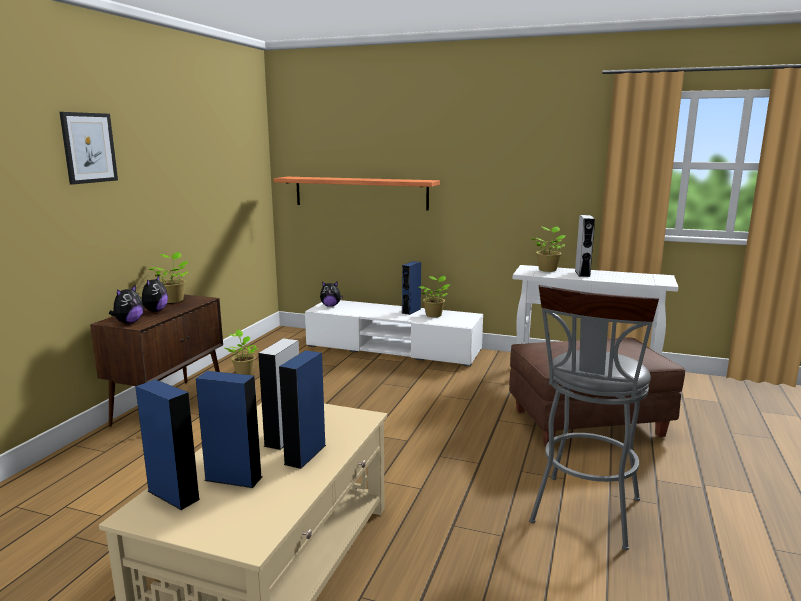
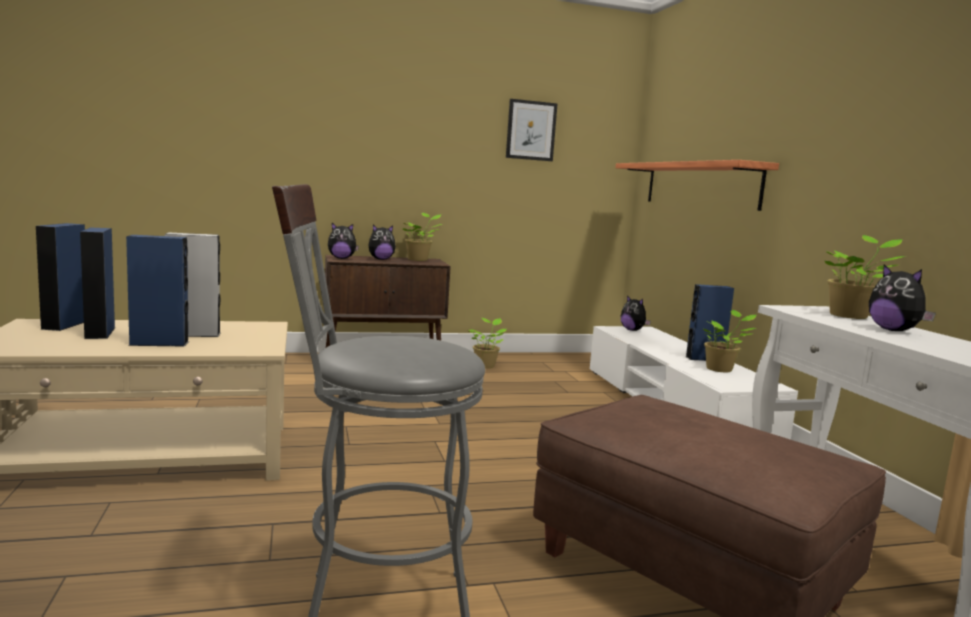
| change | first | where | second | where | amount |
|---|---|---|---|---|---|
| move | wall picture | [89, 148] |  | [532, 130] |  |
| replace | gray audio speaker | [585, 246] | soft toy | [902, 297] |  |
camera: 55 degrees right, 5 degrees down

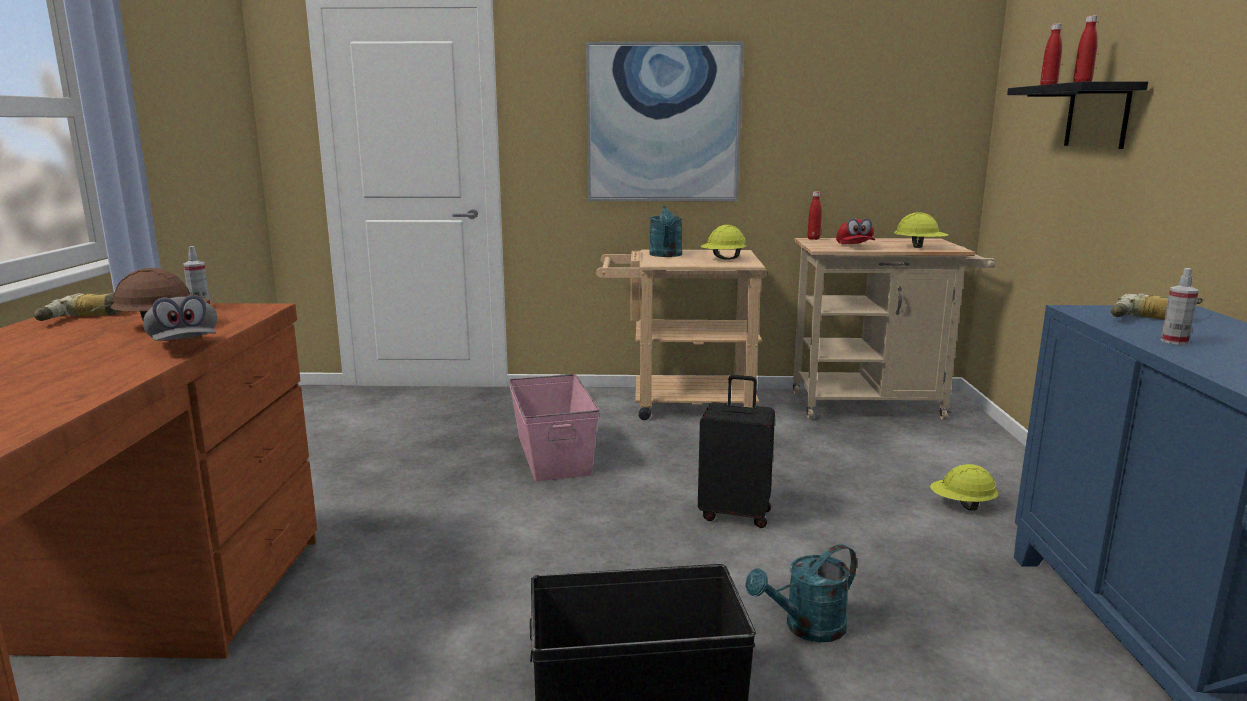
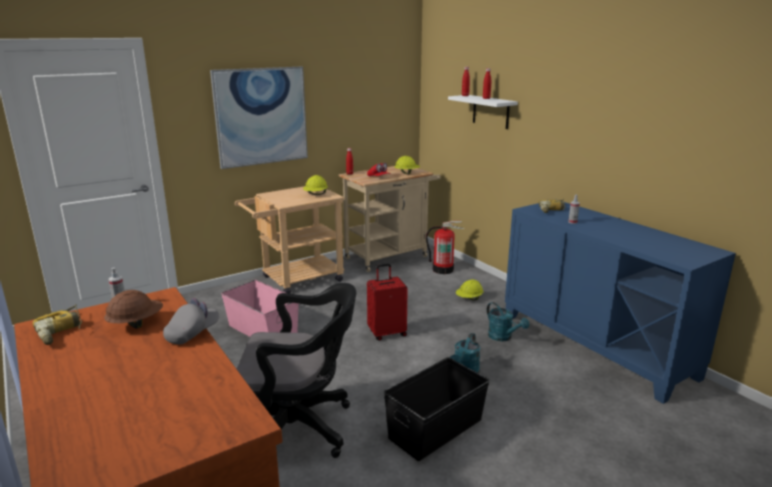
| change | first | where | second | where | amount |
|---|---|---|---|---|---|
| insert |  |  | black-coloured computer chair | [296, 370] |  |
| insert |  |  | fire-fighting cylinder | [445, 247] |  |
| move | blue-green sprinkling can | [665, 231] |  | [508, 321] |  |
| recolor | black-coloured suitcase | [736, 451] | reddish suitcase | [387, 302] |  |
| recolor | black-coloured wall shelf | [1077, 115] | white wall shelf | [483, 112] |  |
| rotate | gray baseball cap | [180, 318] |  | [191, 321] | 75 degrees counterclockwise |
camera: 35 degrees left, 5 degrees up

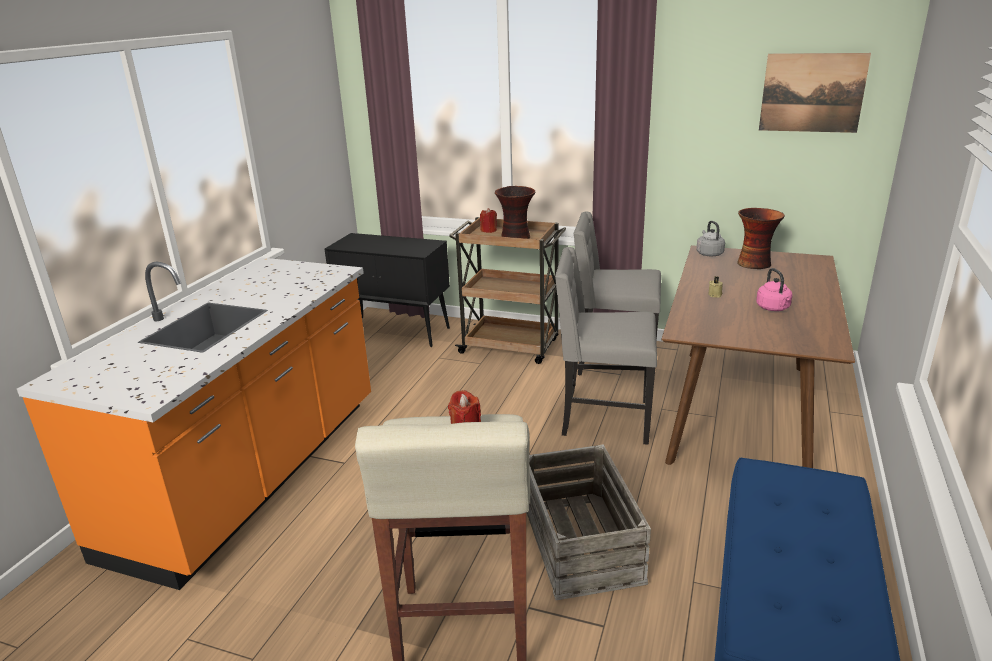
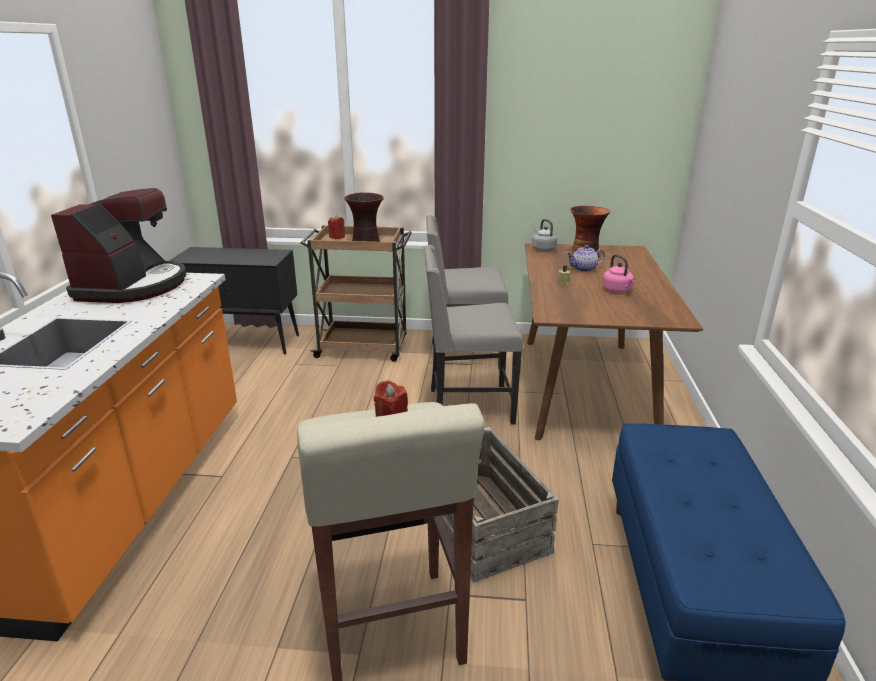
| change | first | where | second | where | amount |
|---|---|---|---|---|---|
| delete | wall picture | [815, 93] |  |  |  |
| insert |  |  | coffee machine | [119, 245] |  |
| insert |  |  | tea pot | [585, 258] |  |
camera: 15 degrees left, 0 degrees up

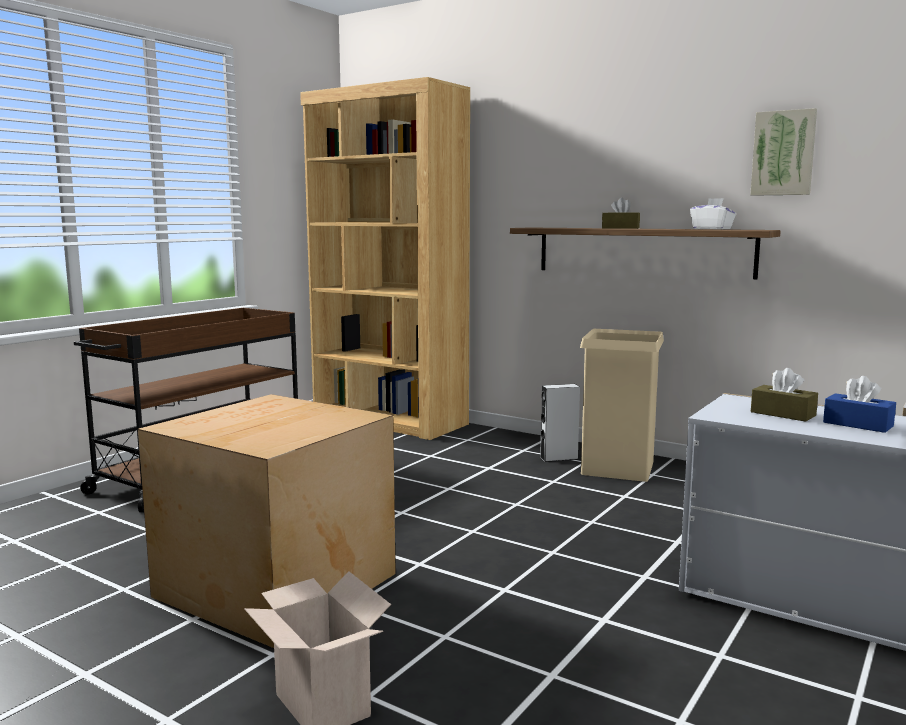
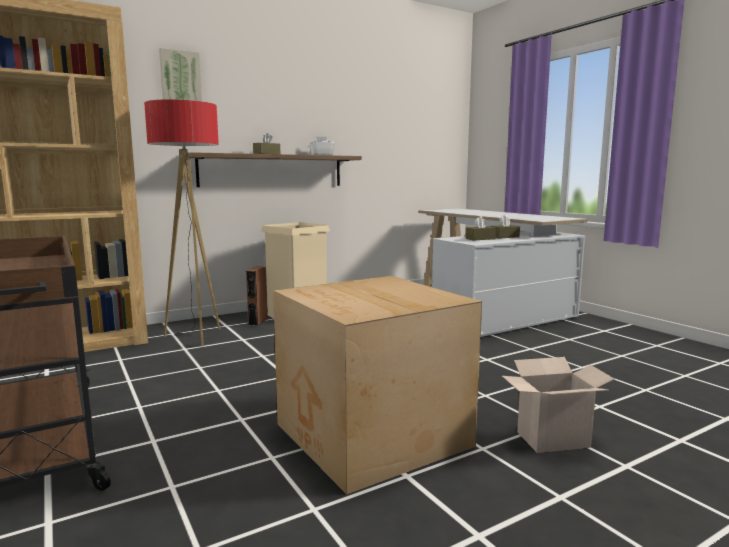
| change | first | where | second | where | amount |
|---|---|---|---|---|---|
| insert |  |  | standing lamp | [182, 222] |  |
| move | wall picture | [783, 152] |  | [180, 74] |  |
| recolor | gray audio speaker | [560, 423] | brown-coloured audio speaker | [257, 296] |  |
| recolor | blue tissue box | [859, 404] | brown-coloured tissue box | [505, 227] |  |
camera: 65 degrees left, 0 degrees up

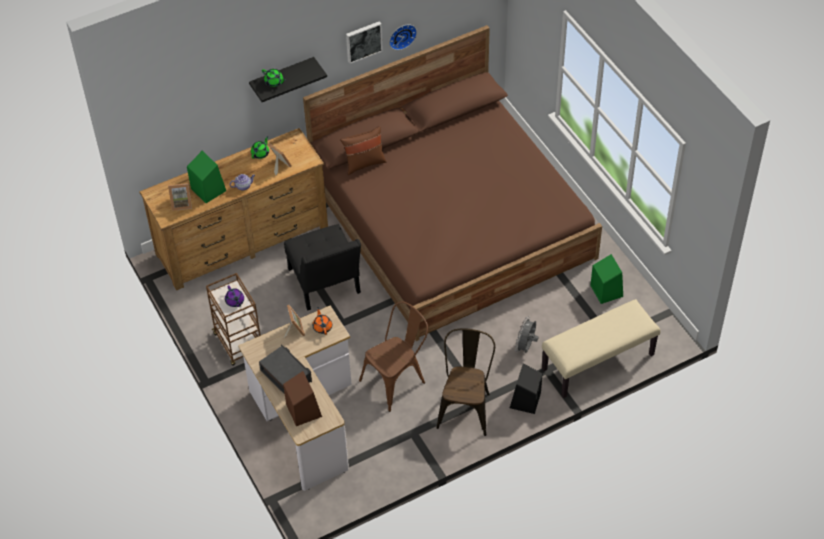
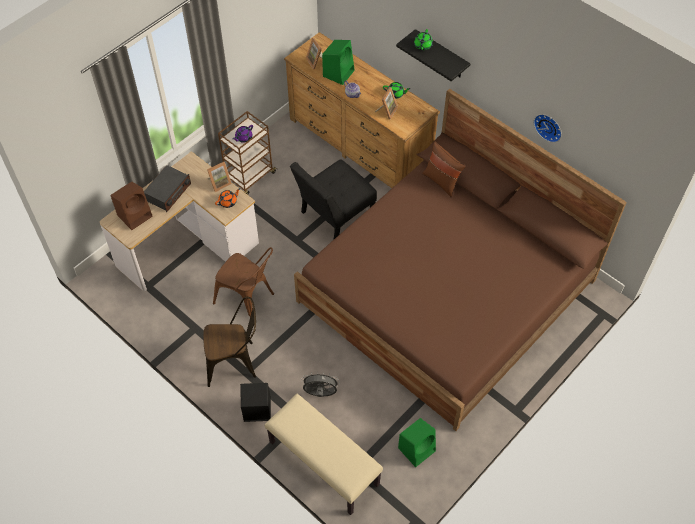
| change | first | where | second | where | amount |
|---|---|---|---|---|---|
| delete | wall picture | [364, 42] |  |  |  |
camera: 70 degrees right, 5 degrees up

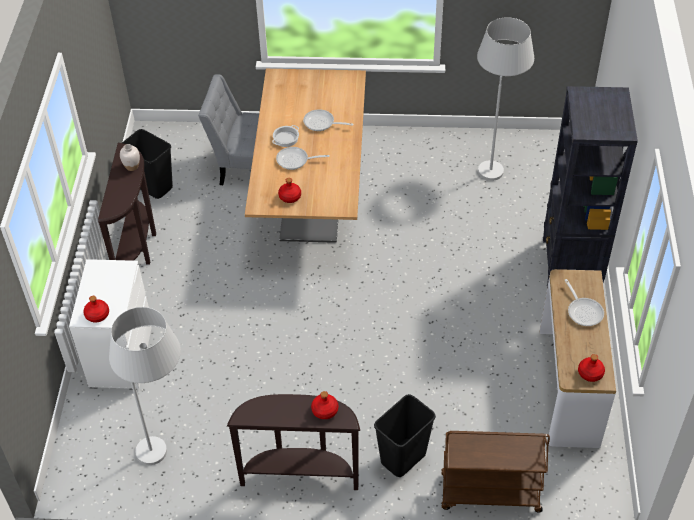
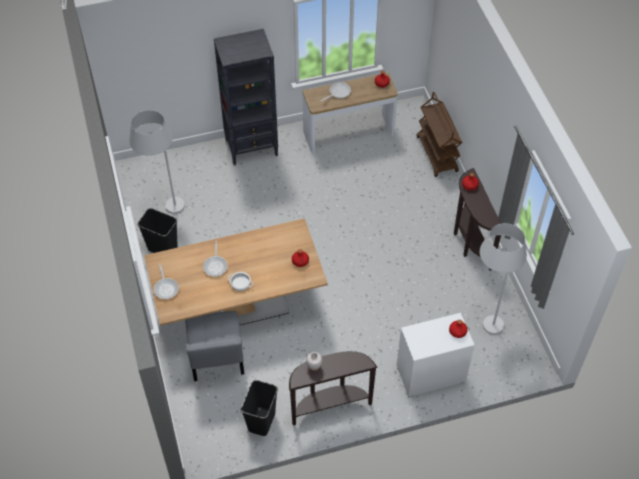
| change | first | where | second | where | amount |
|---|---|---|---|---|---|
| move | skillet | [302, 158] |  | [166, 281] |  |
| move | black-coloured waste bin | [405, 435] |  | [158, 230] |  |
camera: 110 degrees left, 5 degrees up

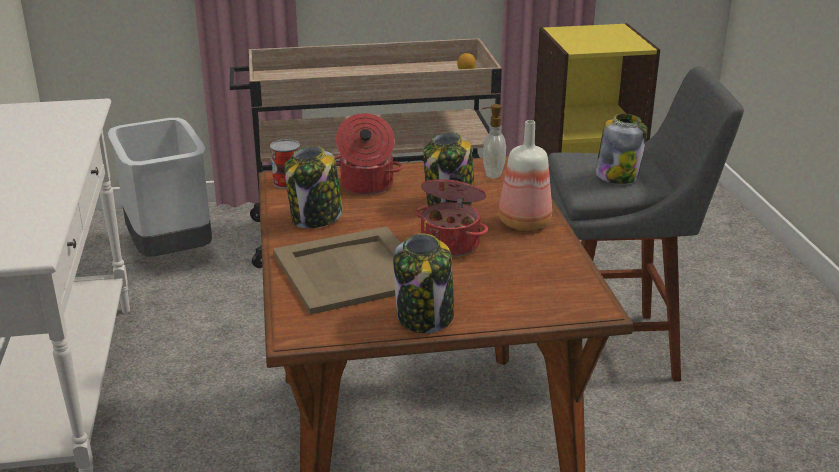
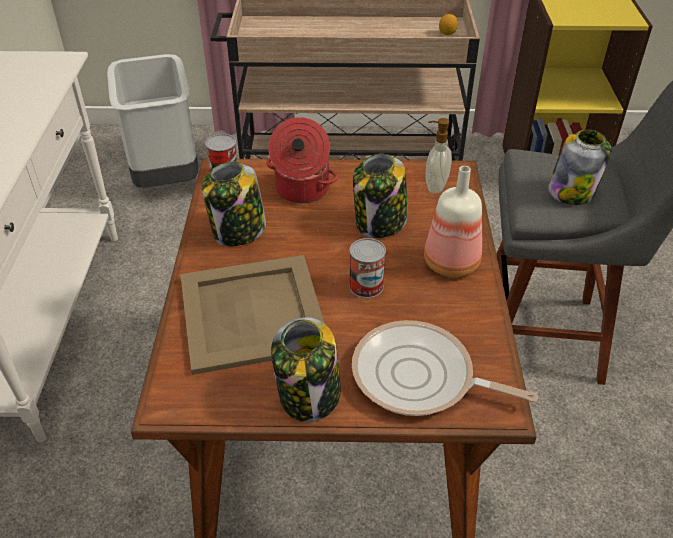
| change | first | where | second | where | amount |
|---|---|---|---|---|---|
| insert |  |  | skillet | [445, 368] |  |
| replace | saucepot | [451, 215] | metal can | [367, 268] |  |
camera: 10 degrees right, 15 degrees up

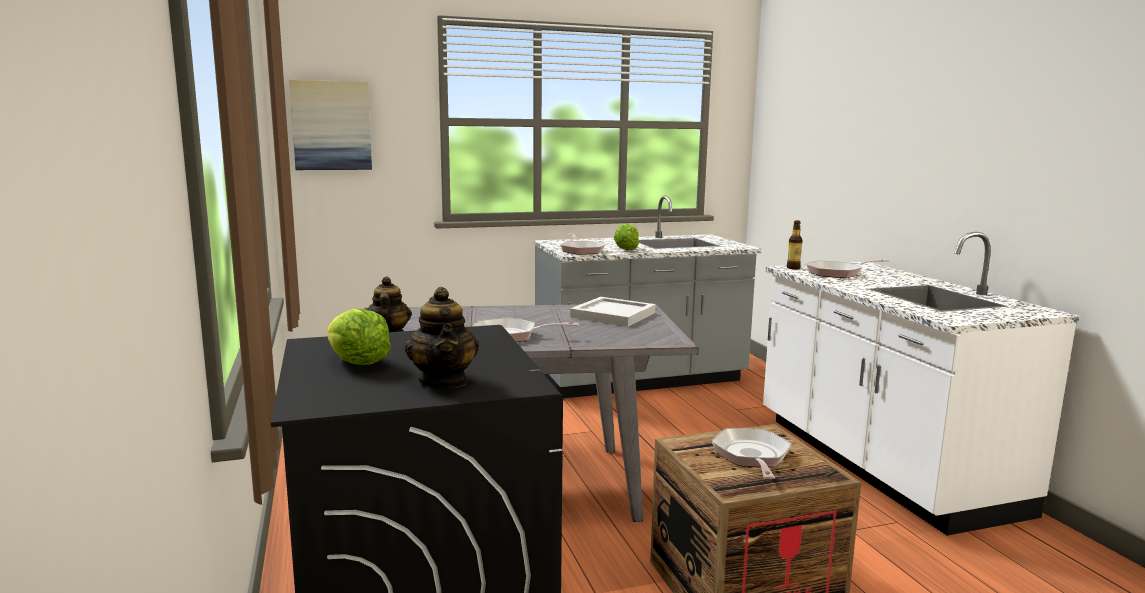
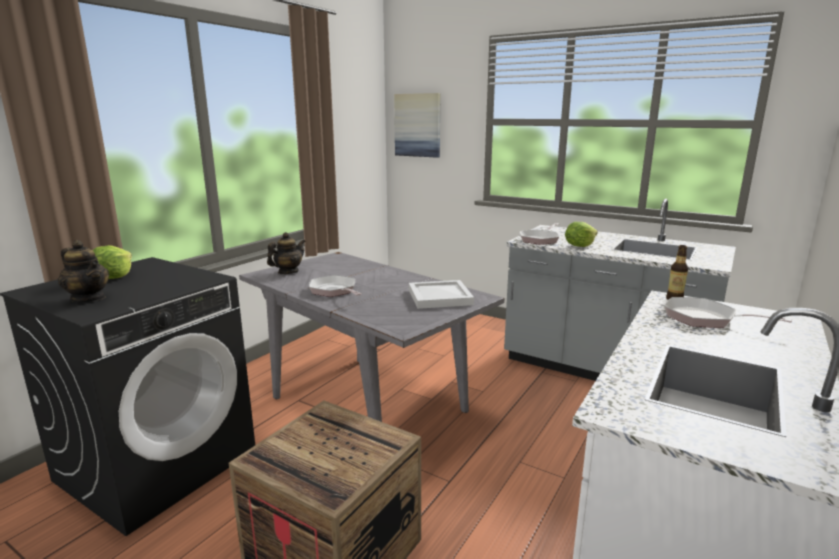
| change | first | where | second | where | amount |
|---|---|---|---|---|---|
| delete | skillet | [752, 453] |  |  |  |
| rotate | tea pot | [442, 338] |  | [83, 271] | 90 degrees counterclockwise |
camera: 50 degrees right, 5 degrees up

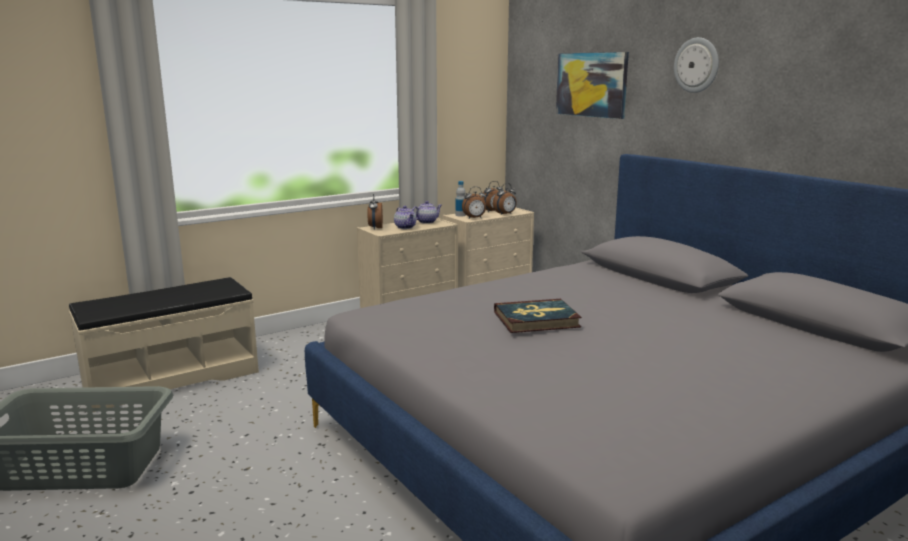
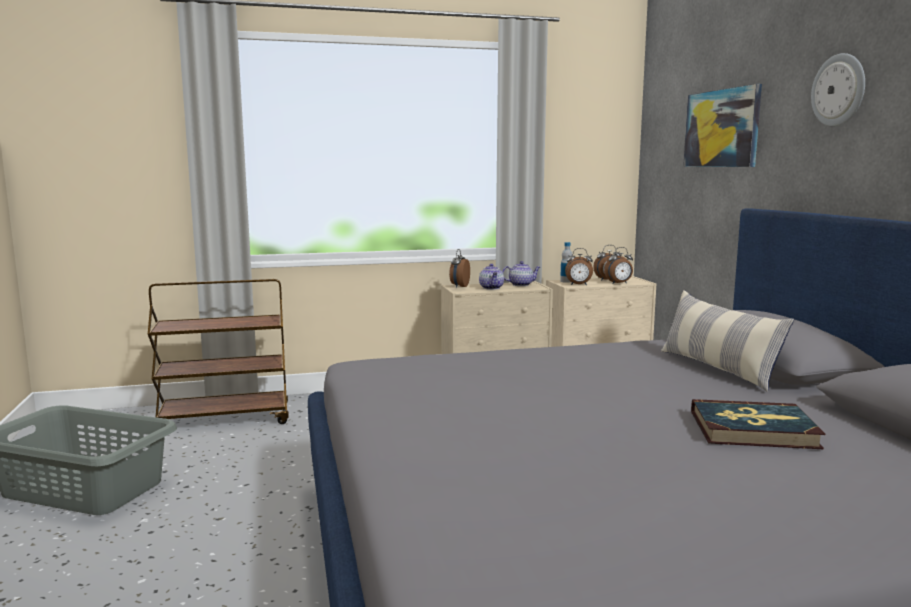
| change | first | where | second | where | amount |
|---|---|---|---|---|---|
| insert |  |  | pillow | [727, 341] |  |
| move | volume | [538, 316] |  | [758, 424] |  |
| replace | sand-coloured long seat | [164, 345] | brown-coloured trolley | [218, 351] |  |
camera: 20 degrees right, 5 degrees down

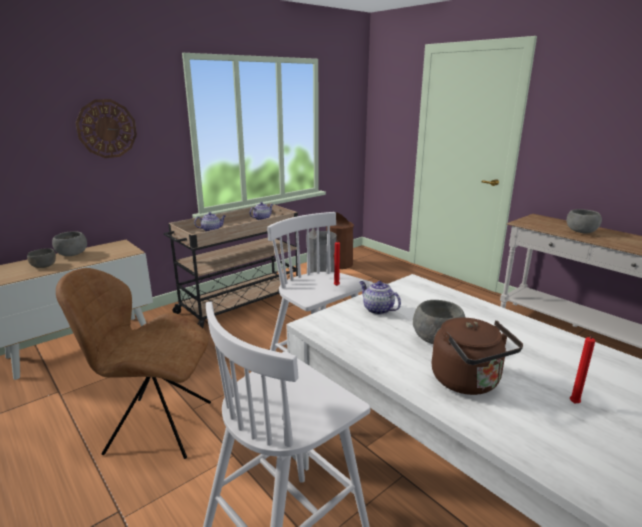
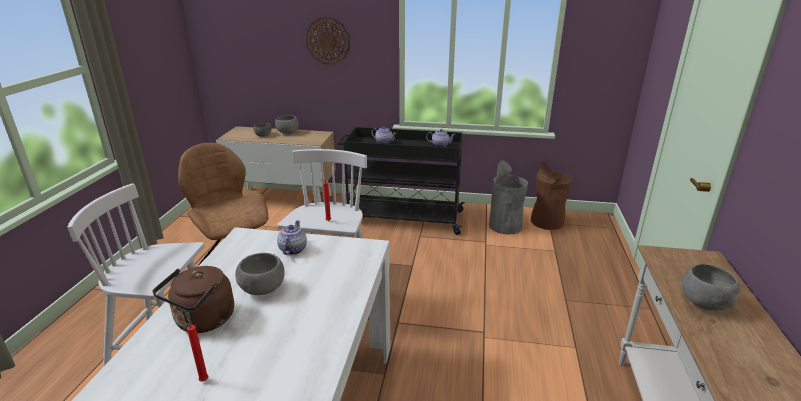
| change | first | where | second | where | amount |
|---|---|---|---|---|---|
| recolor | sand-coloured trolley | [231, 265] | black-coloured trolley | [401, 181] |  |
camera: 50 degrees right, 5 degrees up

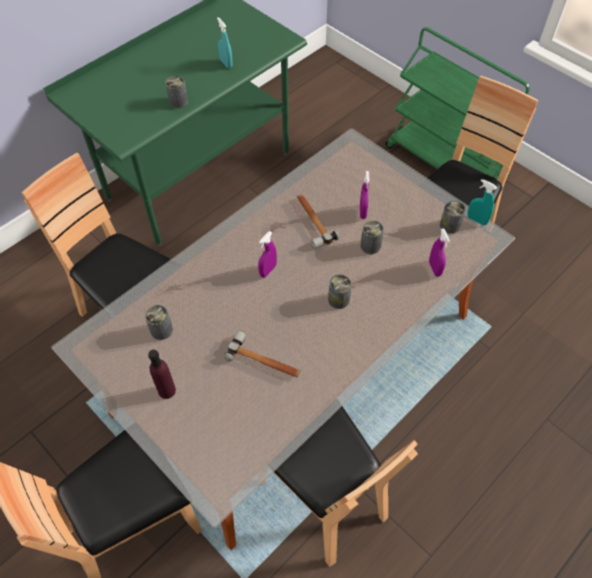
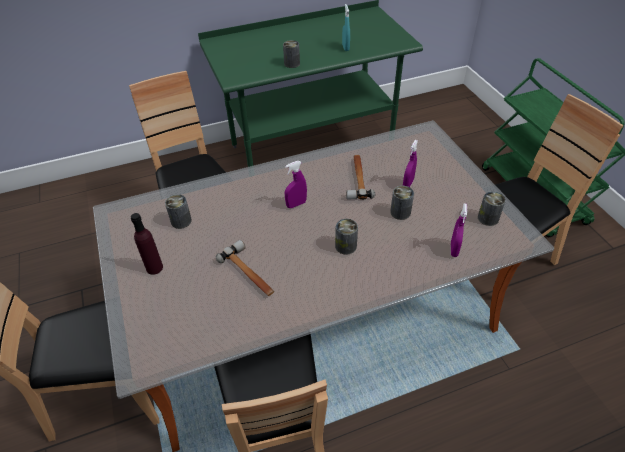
| change | first | where | second | where | amount |
|---|---|---|---|---|---|
| delete | blue-green sprayer | [482, 202] |  |  |  |
camera: 25 degrees right, 10 degrees down

